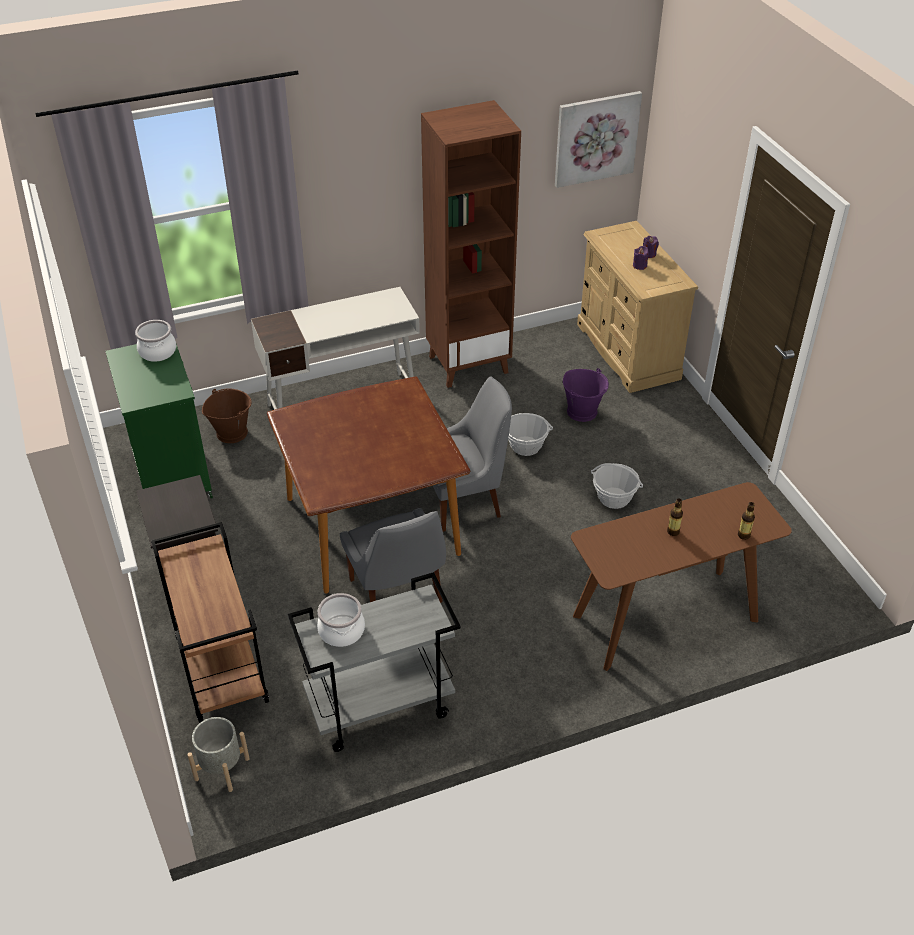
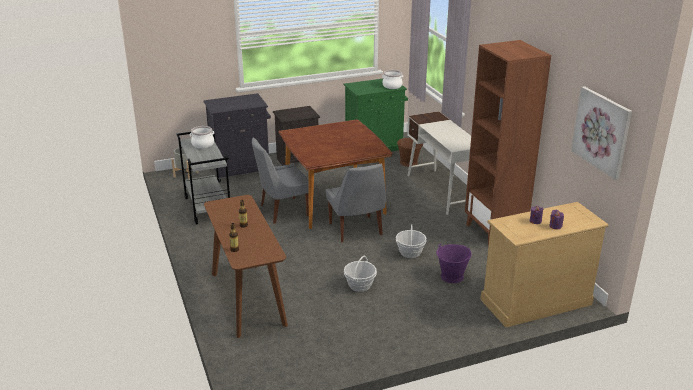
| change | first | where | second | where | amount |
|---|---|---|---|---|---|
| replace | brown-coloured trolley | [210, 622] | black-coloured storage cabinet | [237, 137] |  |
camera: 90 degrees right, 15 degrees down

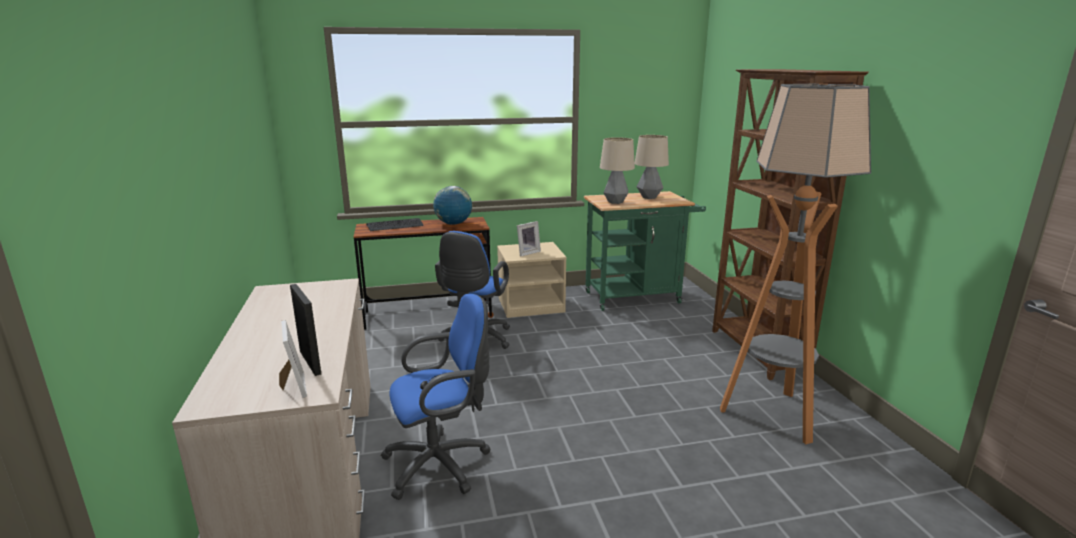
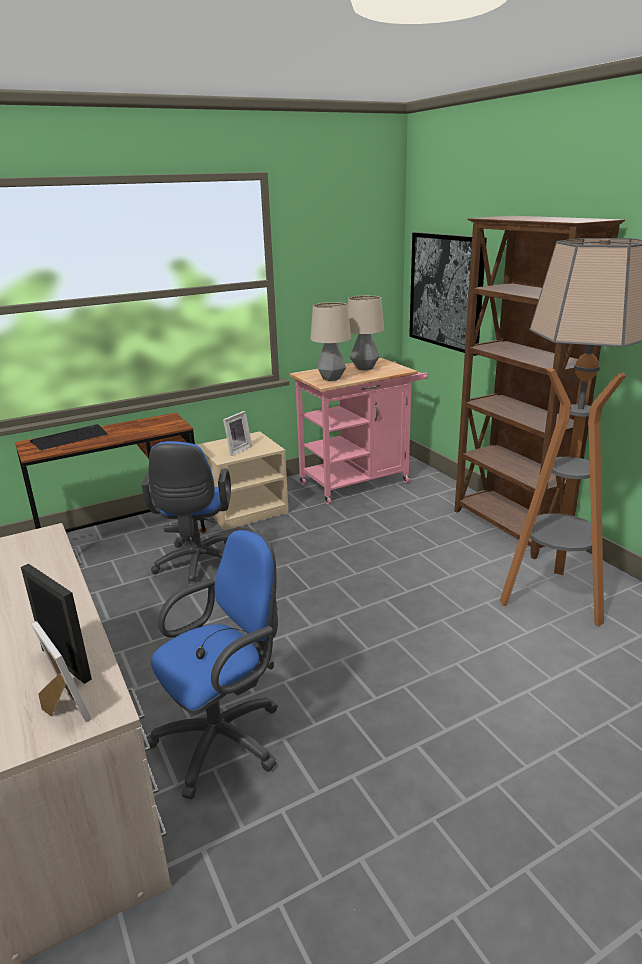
| change | first | where | second | where | amount |
|---|---|---|---|---|---|
| delete | desk globe | [452, 205] |  |  |  |
| insert |  |  | wall picture | [448, 294] |  |
| recolor | green-coloured trolley | [645, 251] | pinkish trolley | [359, 431] |  |
camera: 15 degrees left, 5 degrees up

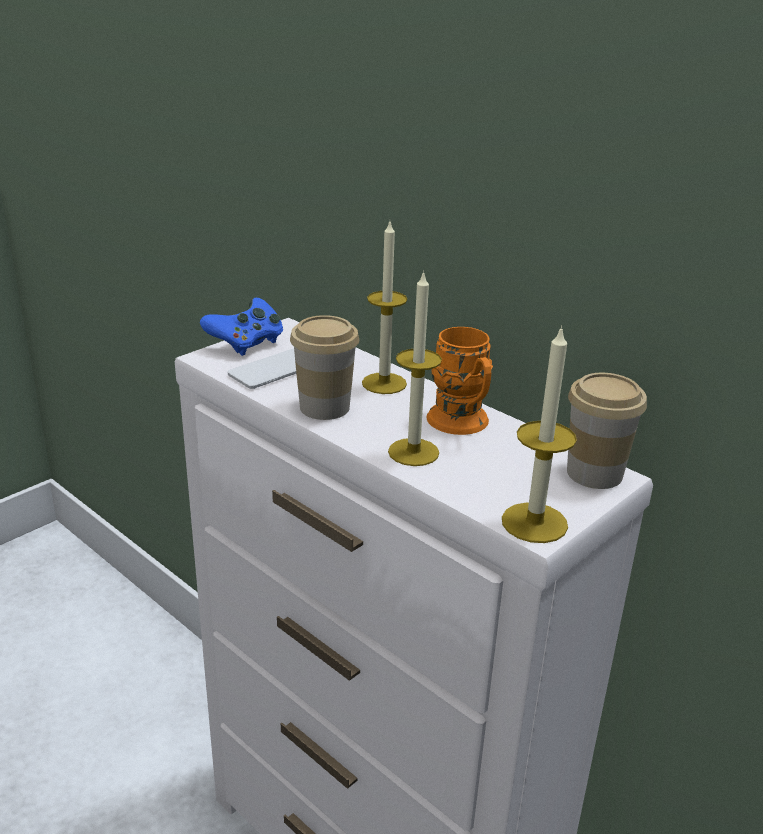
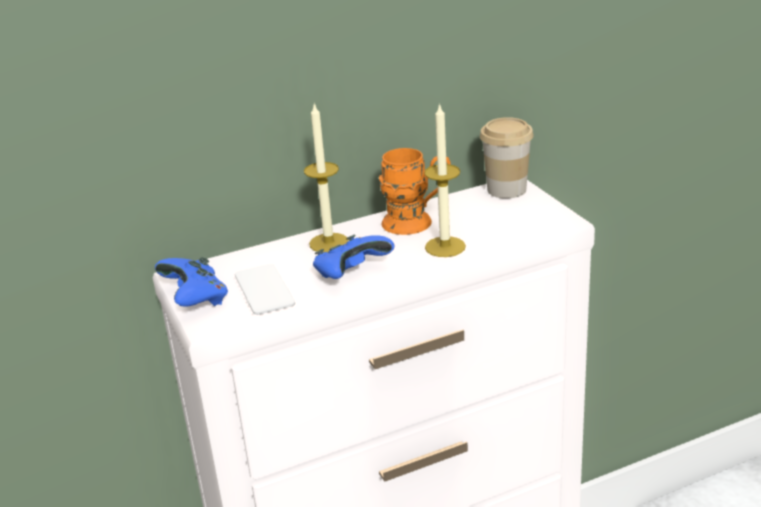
| change | first | where | second | where | amount |
|---|---|---|---|---|---|
| delete | wax light | [539, 434] |  |  |  |
| replace | small cup | [324, 367] | blue game controller | [354, 257] |  |
camera: 65 degrees left, 0 degrees up

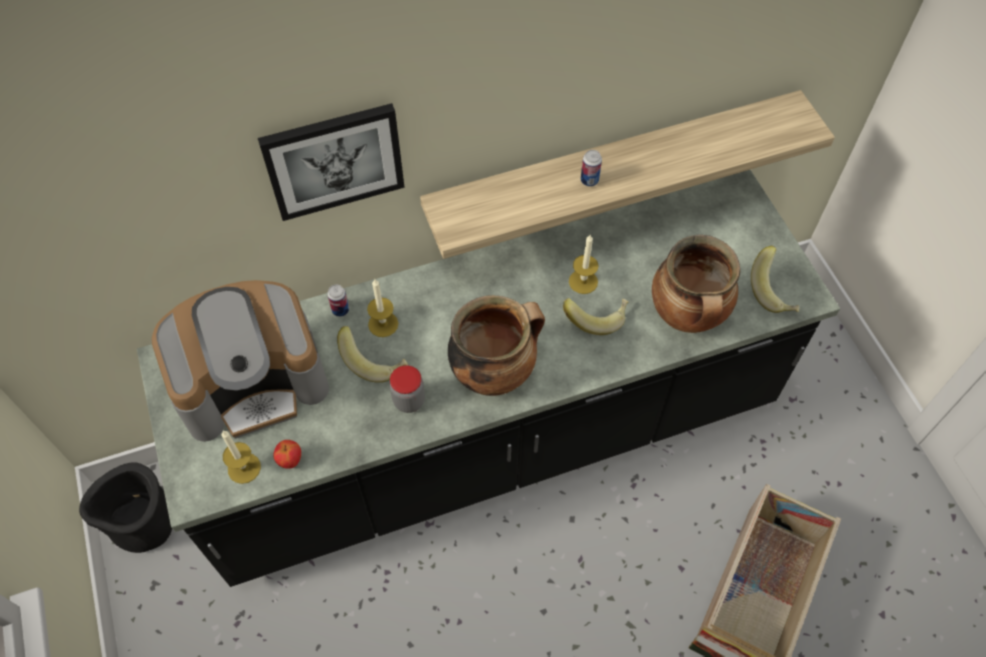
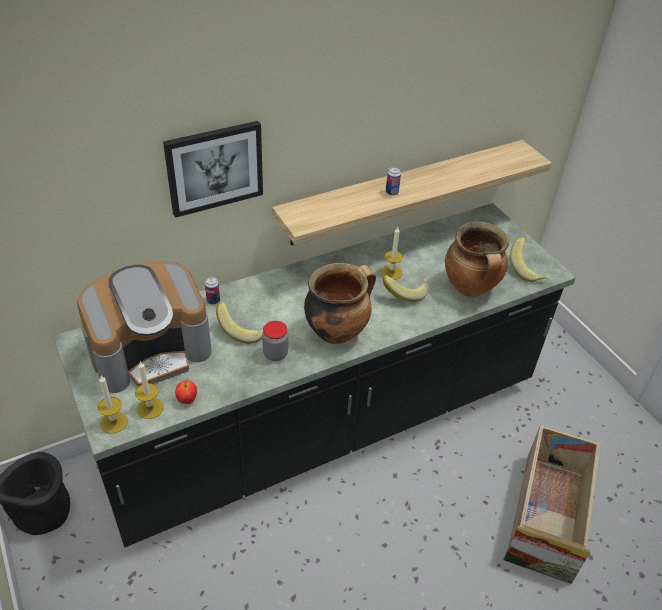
| change | first | where | second | where | amount |
|---|---|---|---|---|---|
| move | wax light | [382, 308] |  | [112, 405] |  |
camera: 10 degrees left, 15 degrees down

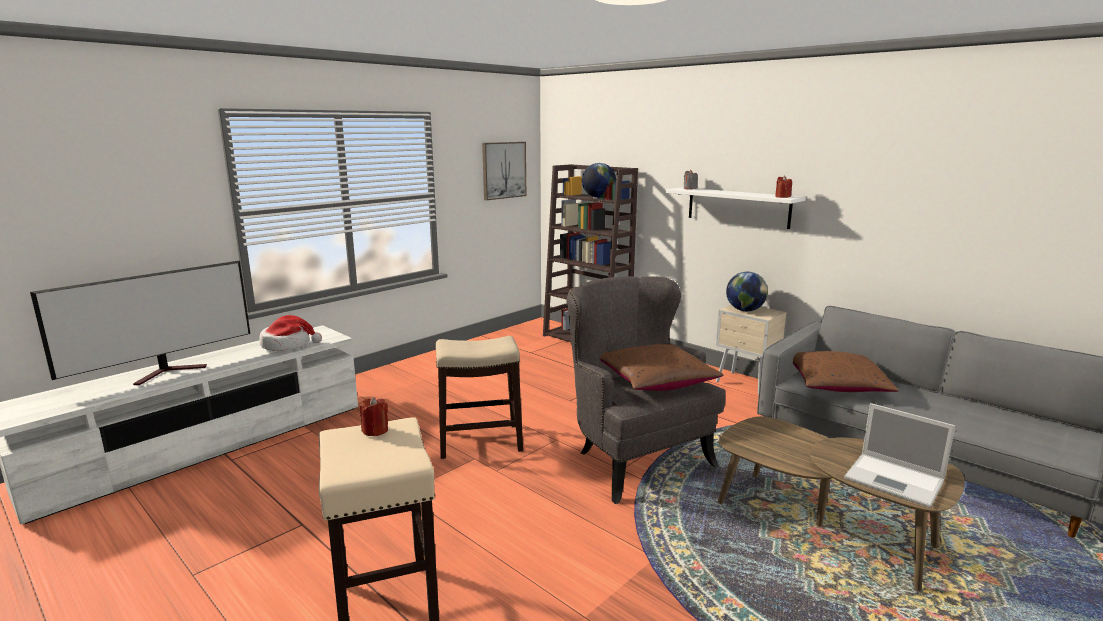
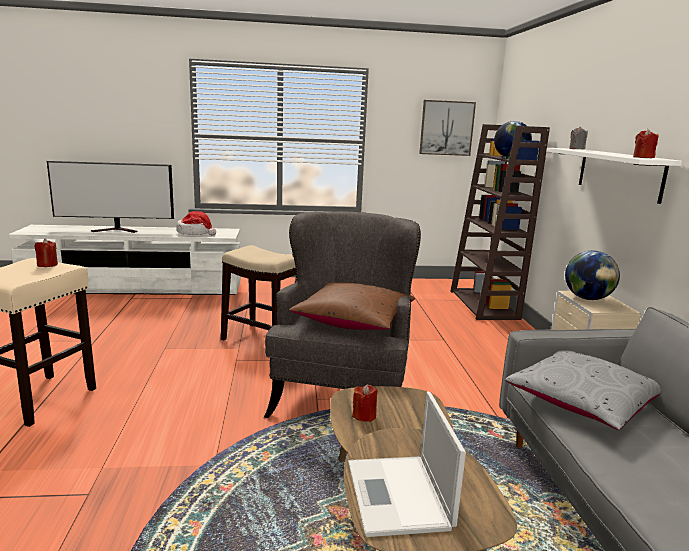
| change | first | where | second | where | amount |
|---|---|---|---|---|---|
| insert |  |  | reddish wax light | [365, 403] |  |
| recolor | brown-coloured pillow | [846, 371] | gray pillow | [583, 390] |  |
camera: 40 degrees right, 0 degrees up

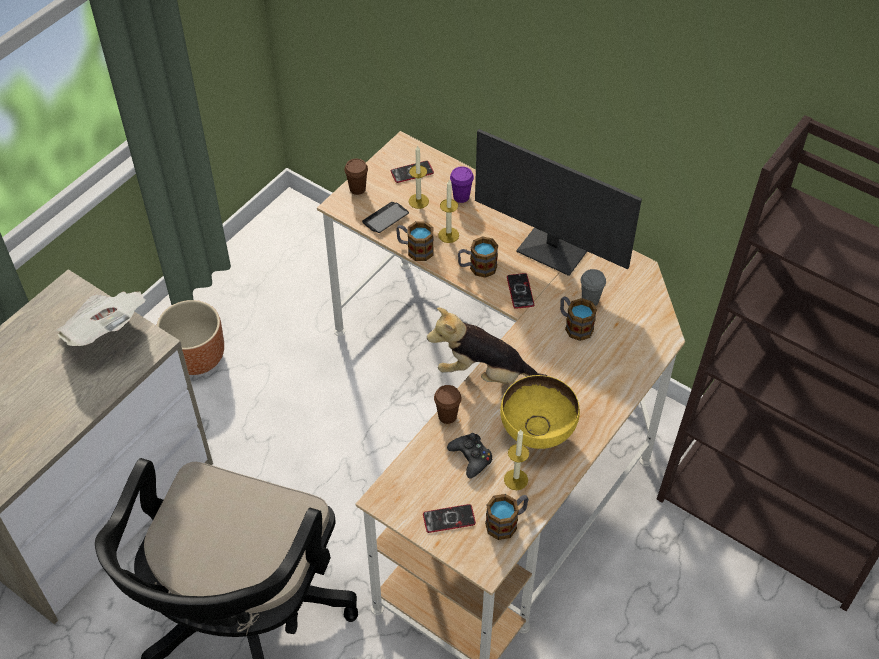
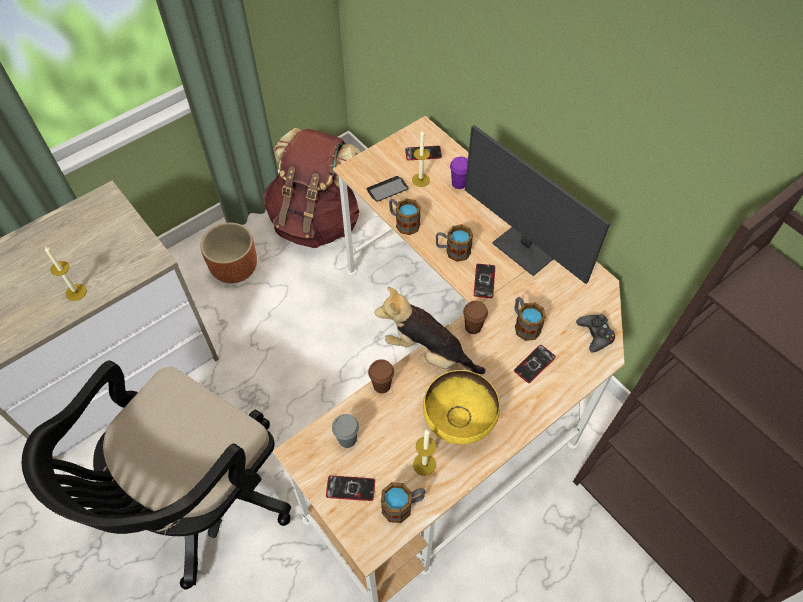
| change | first | where | second | where | amount |
|---|---|---|---|---|---|
| delete | printed paper | [101, 318] |  |  |  |
| insert |  |  | brown-coloured rucksack | [312, 188] |  |
| insert |  |  | handset | [535, 364] |  |
| move | brown-coloured small cup | [356, 177] |  | [475, 317] |  |
| move | wax light | [448, 211] |  | [65, 273] |  |
| move | black-coloured game controller | [470, 456] |  | [595, 333] |  |
| move | gray small cup | [593, 287] |  | [345, 431] |  |
camera: 15 degrees right, 5 degrees up

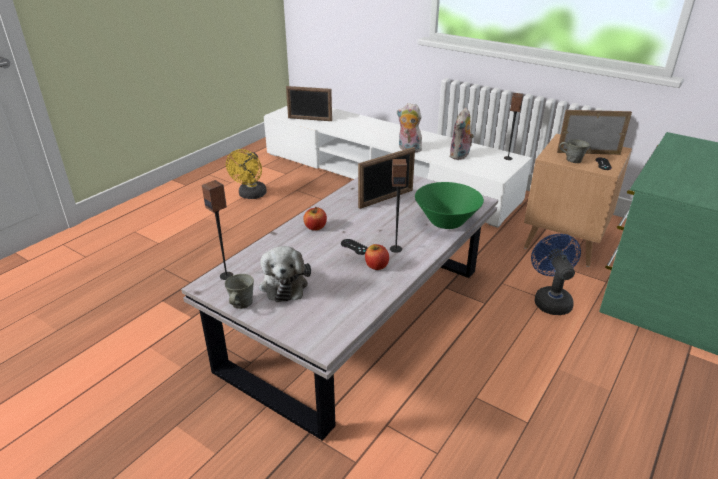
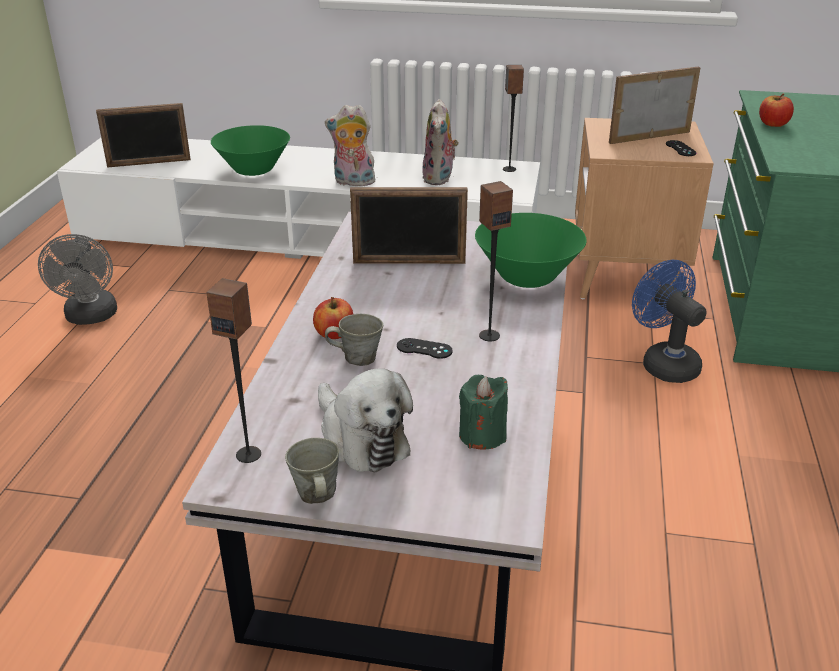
| change | first | where | second | where | amount |
|---|---|---|---|---|---|
| insert |  |  | green-coloured deep dish | [250, 150] |  |
| insert |  |  | green-coloured wax light | [483, 412] |  |
| move | apple | [377, 257] |  | [776, 110] |  |
| move | gray tea mug | [575, 151] |  | [354, 340] |  |
| recolor | yellow-coloured cooling fan | [246, 174] | gray cooling fan | [77, 279] |  |
| rotate | photo frame | [386, 178] |  | [409, 225] | 60 degrees clockwise |
camera: 25 degrees left, 0 degrees up

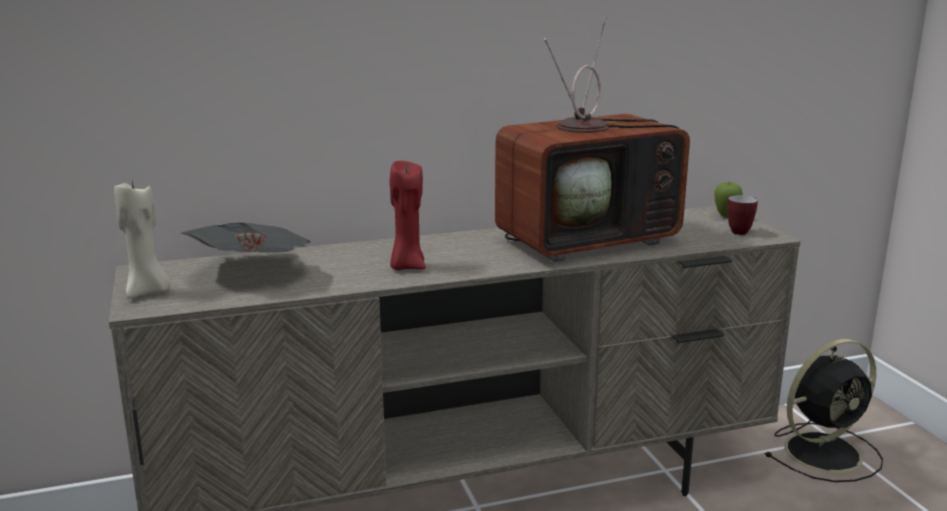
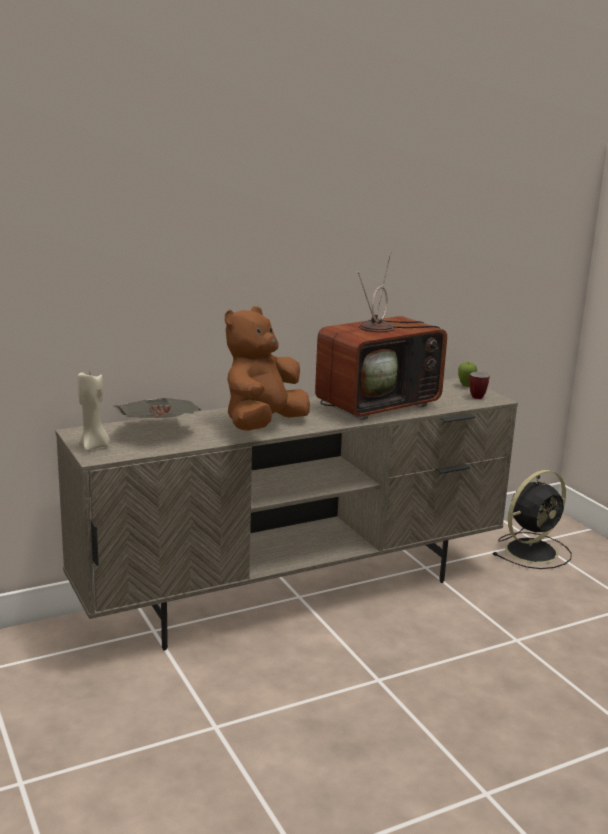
| change | first | where | second | where | amount |
|---|---|---|---|---|---|
| replace | reddish wax light | [408, 215] | brown-coloured soft toy | [267, 368] |  |
camera: 10 degrees left, 0 degrees up

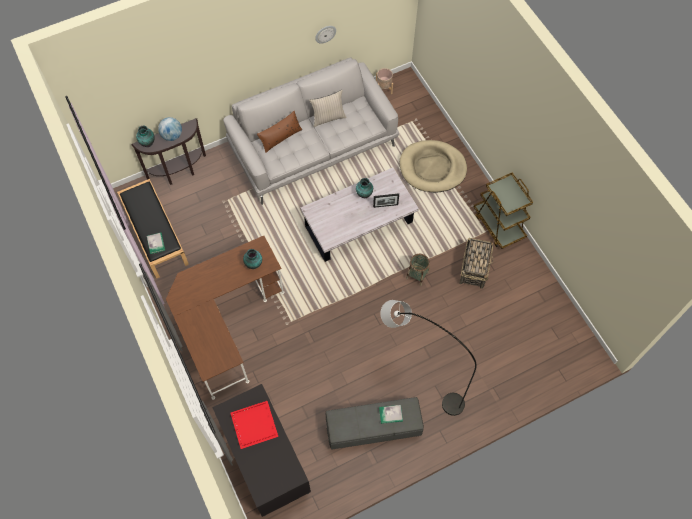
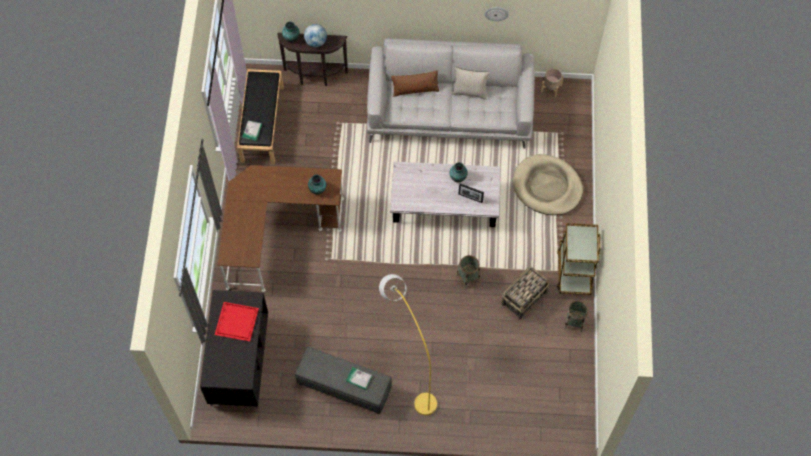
| change | first | where | second | where | amount |
|---|---|---|---|---|---|
| insert |  |  | storage basket | [576, 316] |  |
| recolor | gray standing lamp | [428, 358] | yellow-coloured standing lamp | [408, 345] |  |
camera: 30 degrees right, 0 degrees up

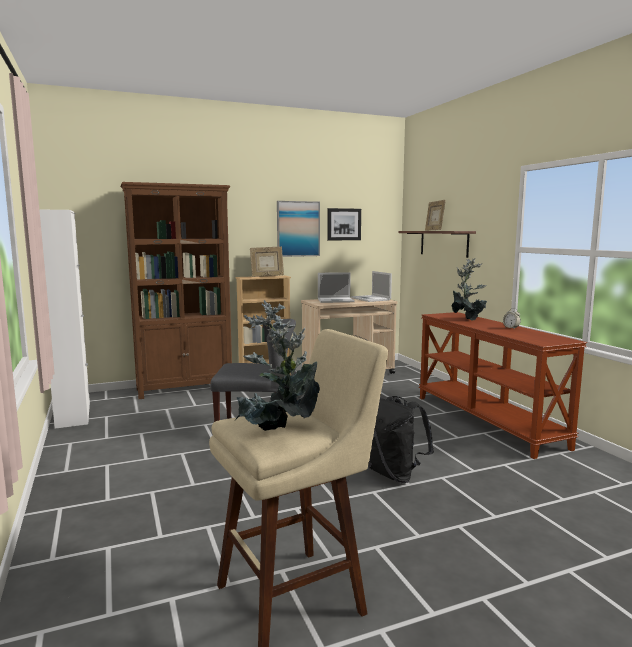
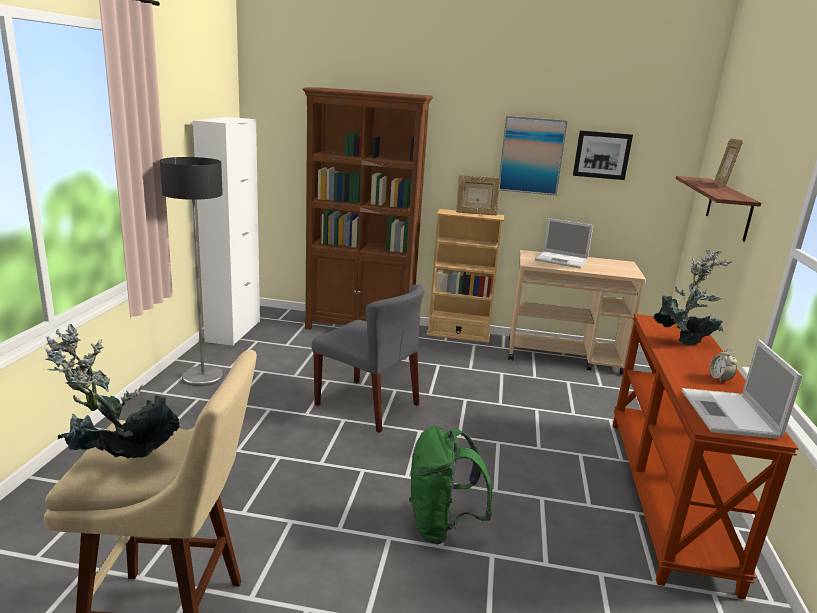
| change | first | where | second | where | amount |
|---|---|---|---|---|---|
| insert |  |  | standing lamp | [192, 272] |  |
| move | notebook computer | [371, 286] |  | [742, 389] |  |
| recolor | black-coloured rucksack | [401, 439] | green-coloured rucksack | [450, 485] |  |
camera: 30 degrees right, 10 degrees up

